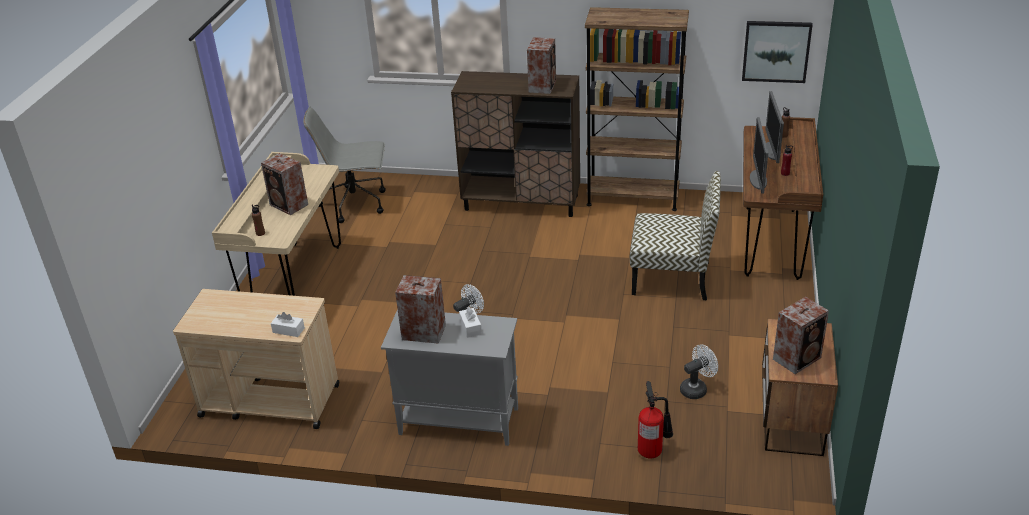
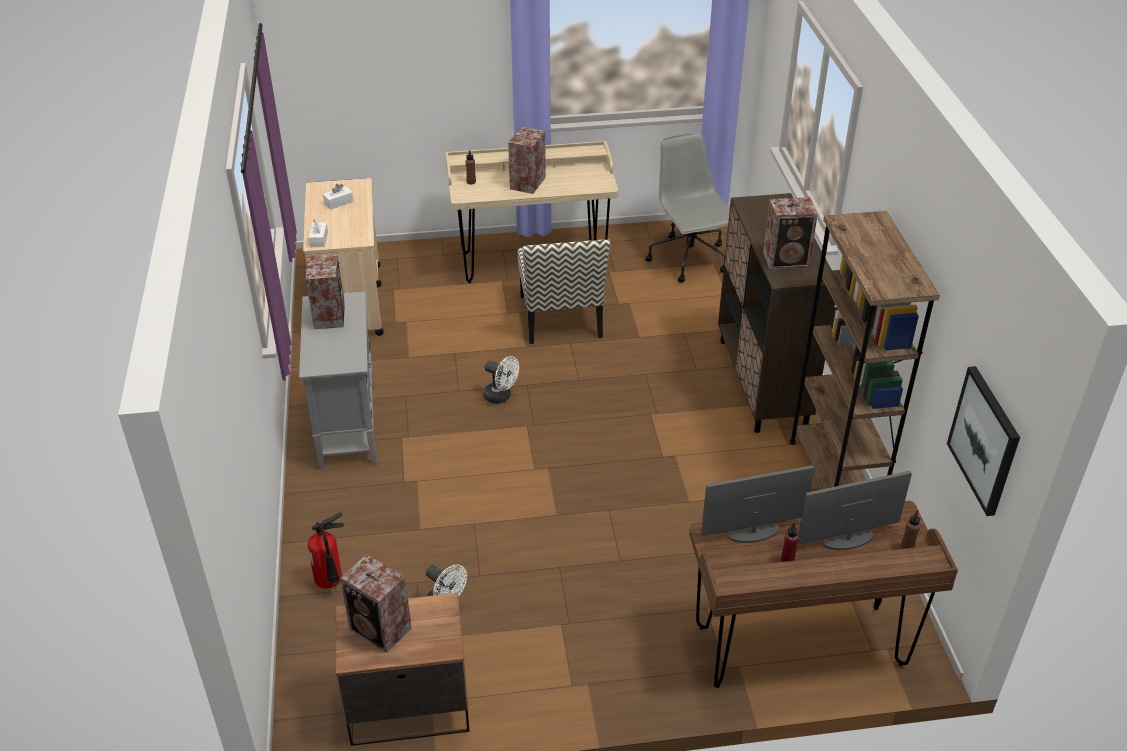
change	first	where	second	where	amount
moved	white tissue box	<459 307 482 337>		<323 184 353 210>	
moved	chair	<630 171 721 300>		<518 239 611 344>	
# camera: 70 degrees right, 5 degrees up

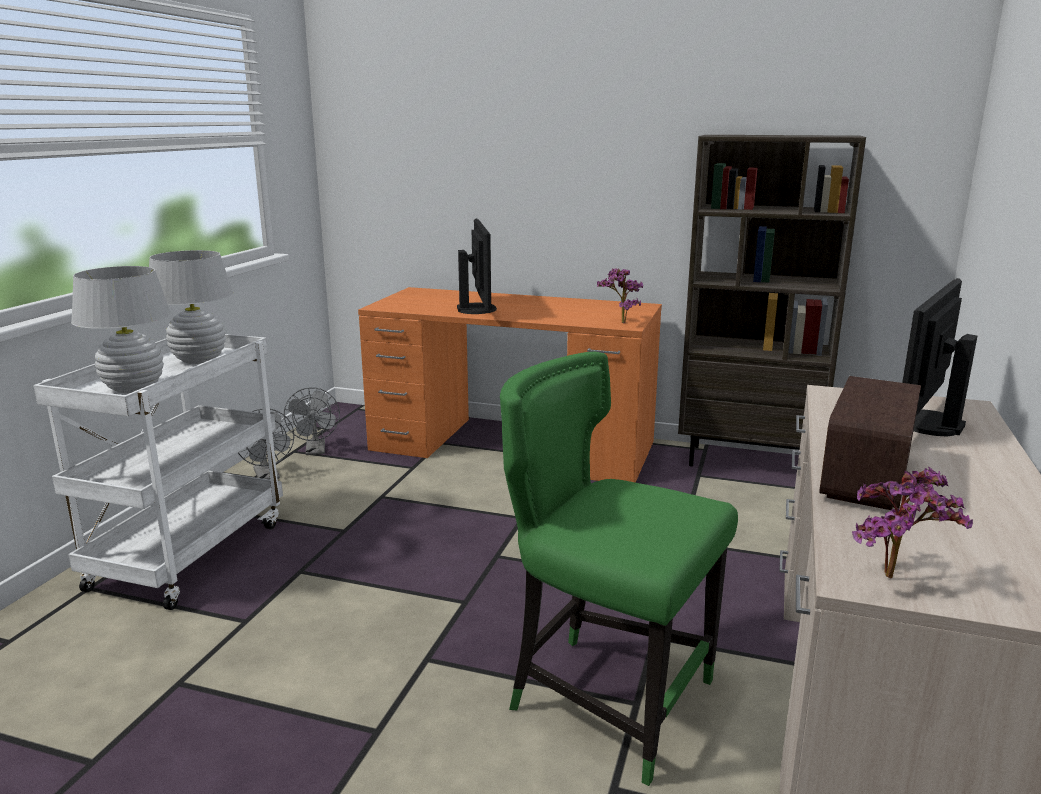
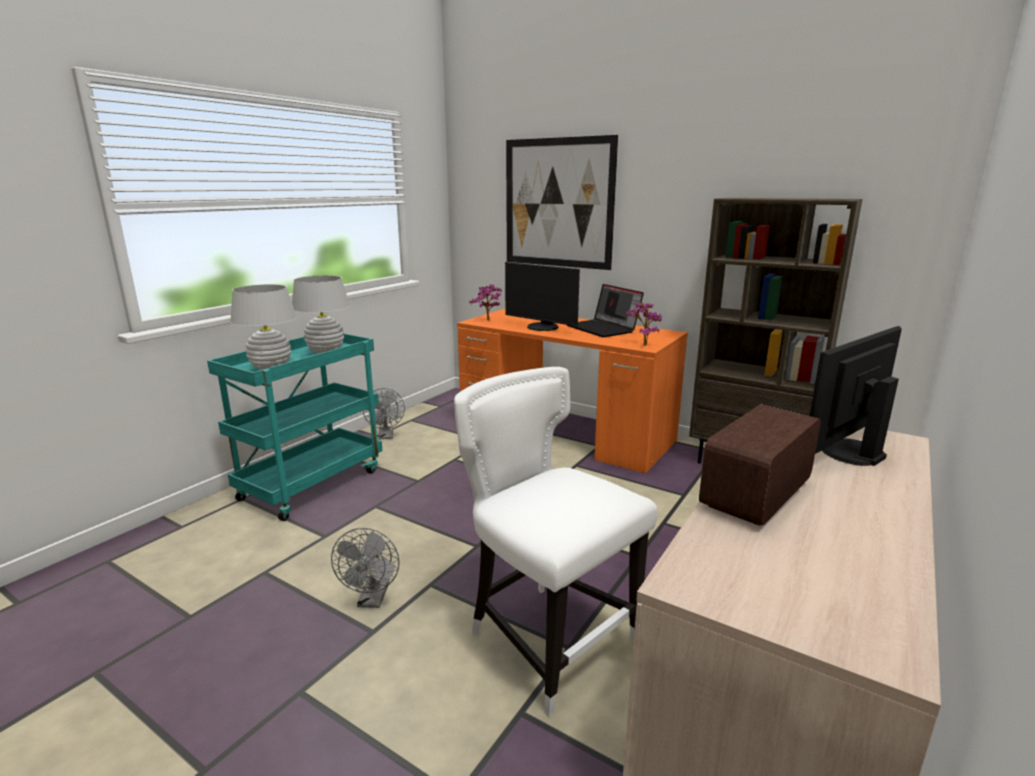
change	first	where	second	where	amount
added			picture	<506 135 618 270>	
added			laptop	<567 284 644 337>	
moved	grey fan	<284 387 340 455>		<331 528 400 608>	
moved	potted plant	<852 467 973 579>		<469 284 502 320>	
recoloured	white cart	<33 334 283 610>	turquoise cart	<207 334 382 521>	
recoloured	green chair	<500 351 738 786>	white chair	<454 367 658 716>	
turned	monitor	<457 219 497 314>		<505 262 580 331>	120 degrees clockwise
# camera: 15 degrees right, 0 degrees up

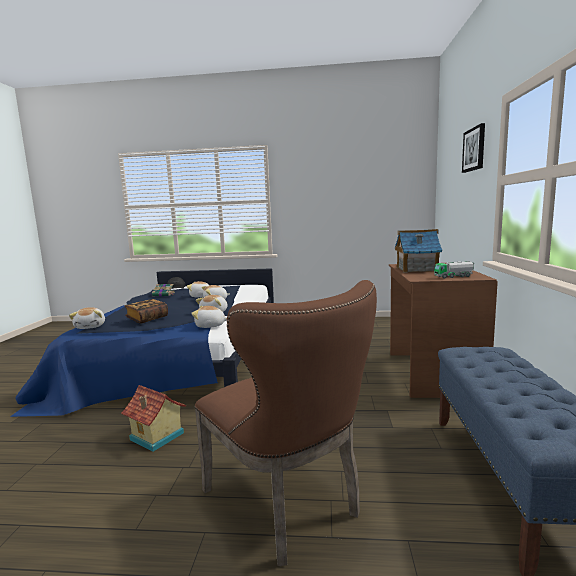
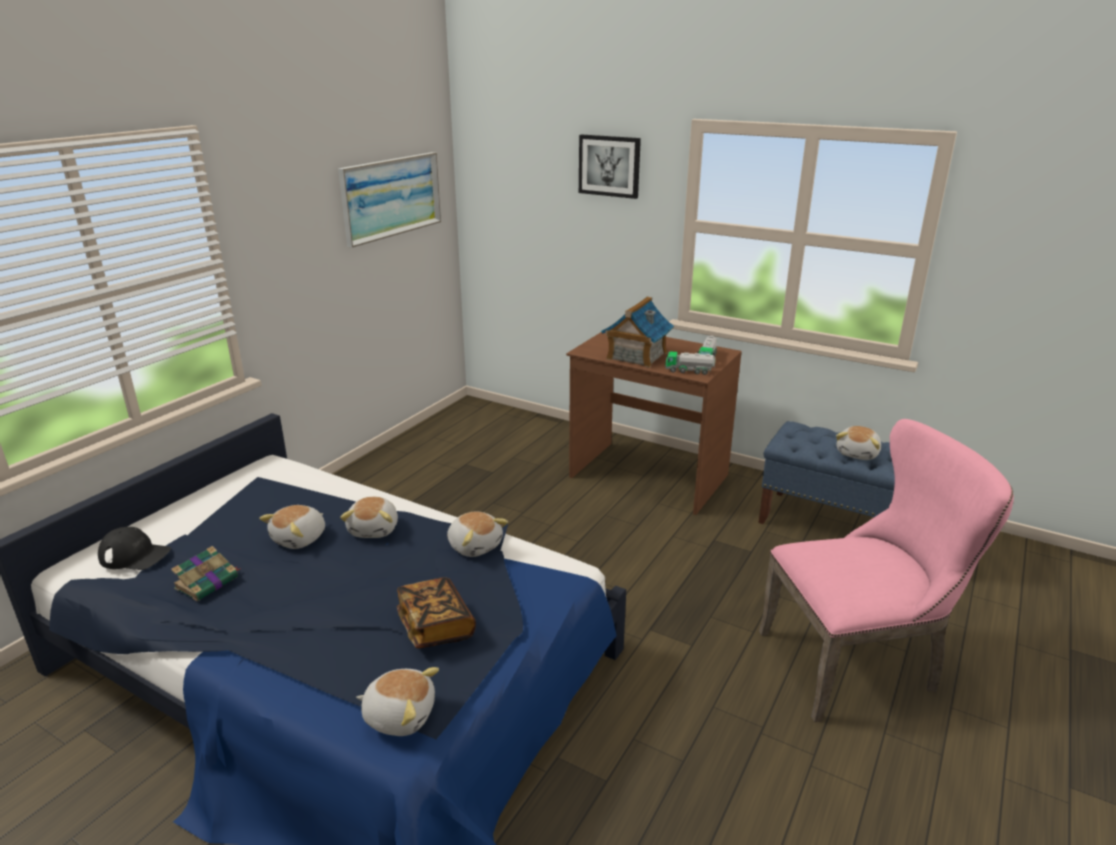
change	first	where	second	where	amount
removed	toy house	<121 385 186 452>			
added			picture	<338 152 441 247>	
added			toy truck	<665 352 716 375>	
moved	plush toy	<191 306 227 328>		<836 426 881 460>	
recoloured	brown chair	<195 280 377 566>	pink chair	<759 419 1014 722>	
# camera: 65 degrees left, 15 degrees up

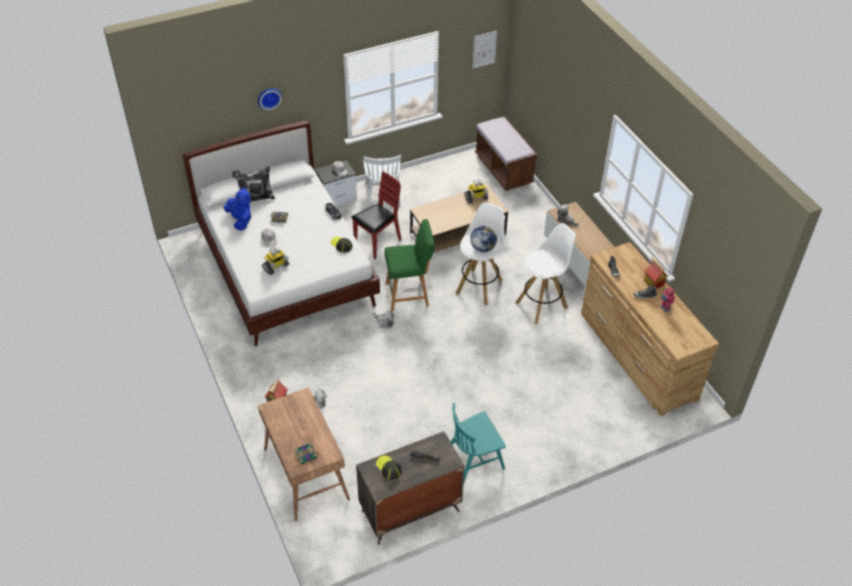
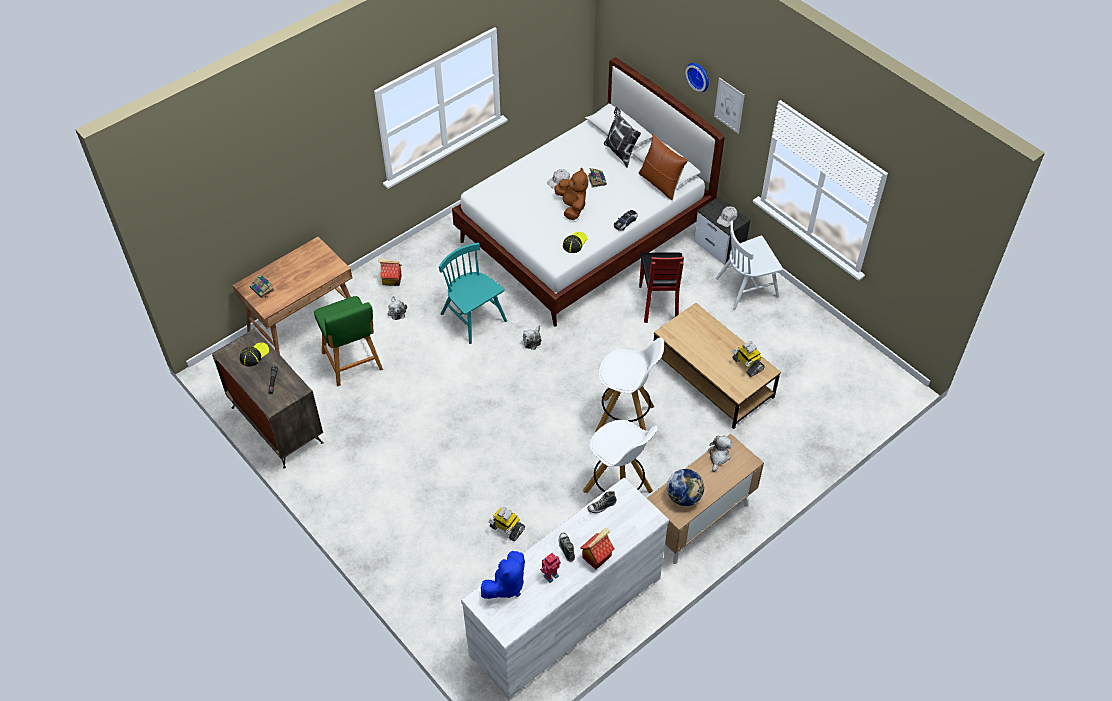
change	first	where	second	where	amount
removed	brown bench	<475 116 537 191>			
added			brown plush toy	<555 167 588 220>	
added			brown pillow	<639 133 688 200>	
moved	blue plush toy	<224 187 252 230>		<481 551 525 599>	
moved	toy robot	<262 246 289 275>		<489 507 525 541>	
moved	green stool	<384 219 435 311>		<314 296 383 386>	
moved	turquoise chair	<451 403 506 484>		<439 243 507 344>	
moved	globe	<470 226 497 252>		<667 469 704 506>	
moved	picture	<473 31 497 69>		<714 78 745 134>	
recoloured	brown dresser	<581 242 719 417>	white dresser	<461 478 669 701>	
turned	red chair	<351 171 402 259>		<639 252 684 323>	60 degrees clockwise
# camera: 75 degrees right, 5 degrees up

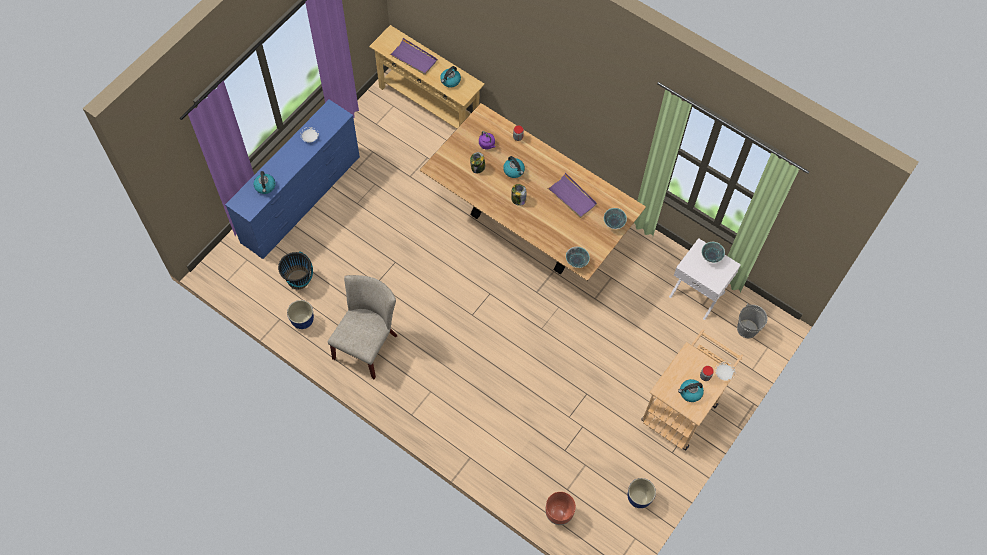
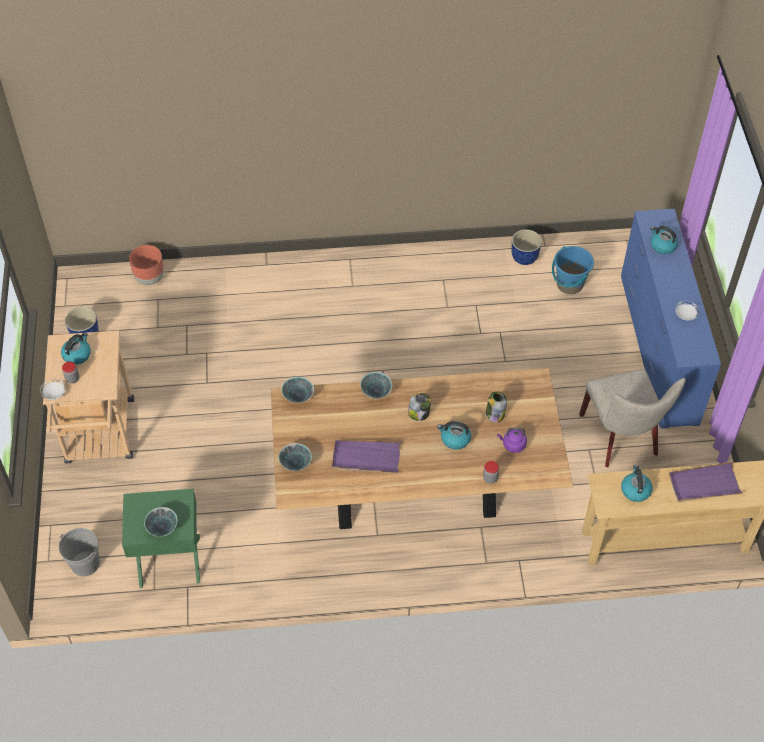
change	first	where	second	where	amount
added			bowl	<360 372 392 399>	
moved	beige chair	<328 275 397 379>		<579 369 686 467>	
recoloured	black bucket	<278 251 313 290>	blue bucket	<552 246 594 294>	
recoloured	white nightstand	<669 238 741 320>	green nightstand	<122 489 200 588>	
# camera: 140 degrees right, 10 degrees down

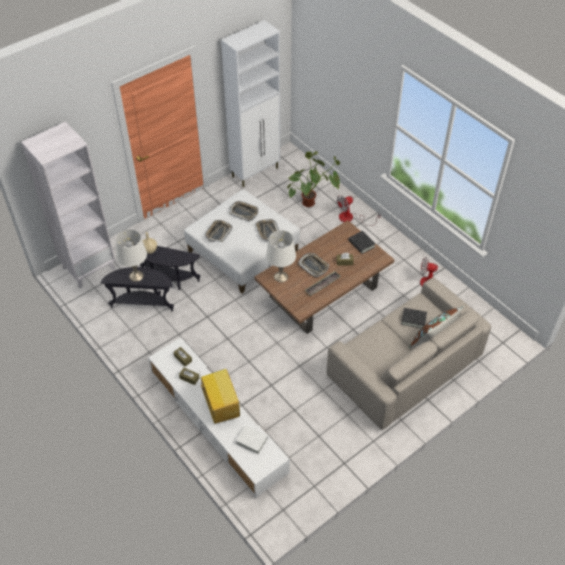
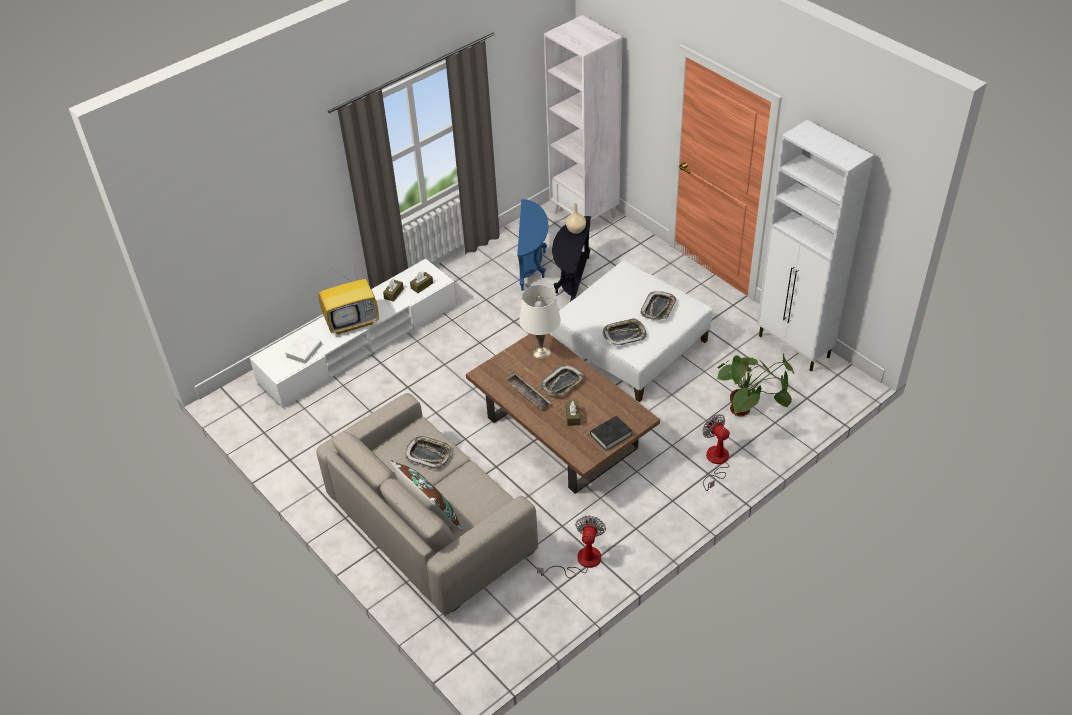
change	first	where	second	where	amount
removed	white table lamp	<116 229 147 282>			
removed	black book	<401 308 427 328>			
moved	tray	<205 220 232 242>		<405 436 452 469>	
recoloured	black side table	<101 267 174 311>	blue side table	<517 199 548 291>	
# camera: 90 degrees right, 5 degrees down

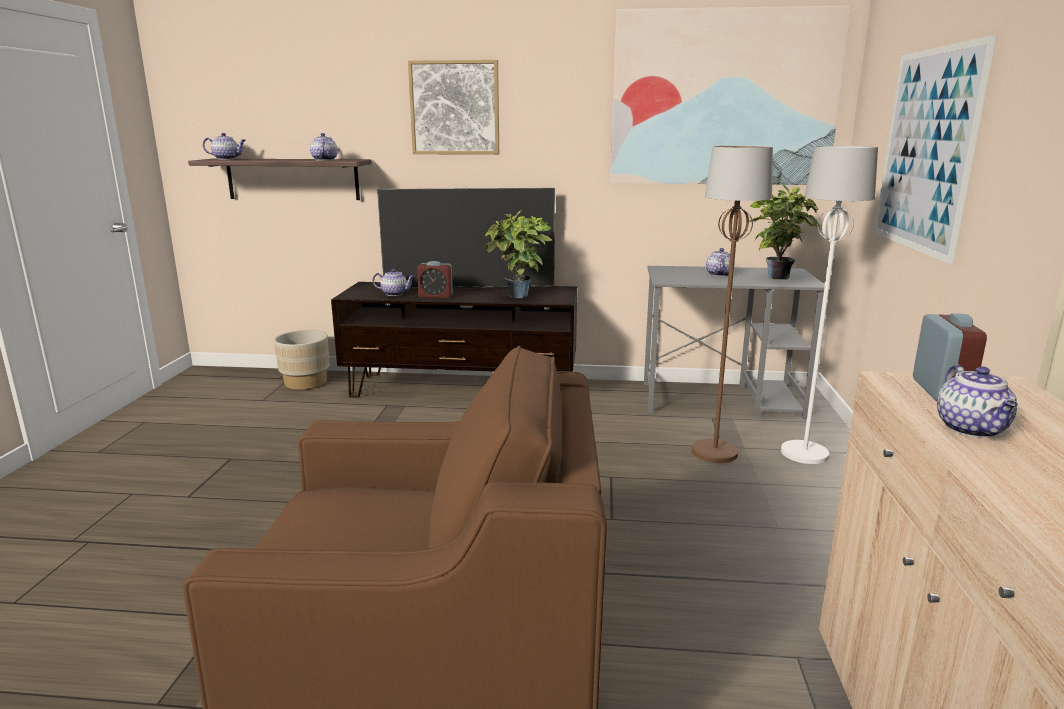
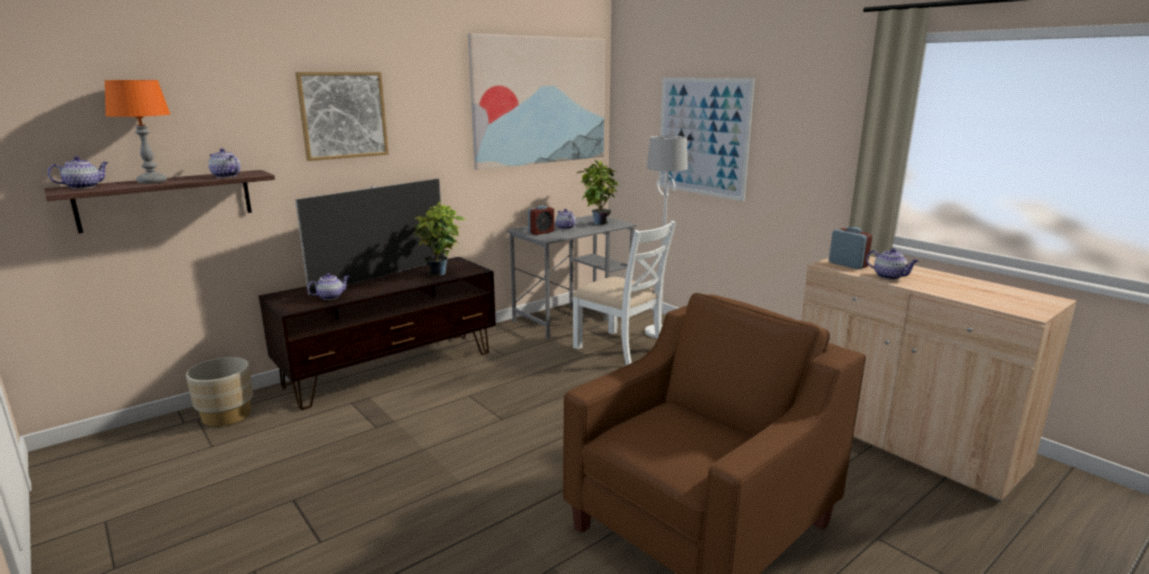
change	first	where	second	where	amount
added			orange table lamp	<104 80 170 184>	
moved	alarm clock	<417 261 453 298>		<528 205 554 235>	
replaced	brown floor lamp	<692 146 773 463>	white chair	<572 220 676 365>	
# camera: 45 degrees left, 0 degrees up

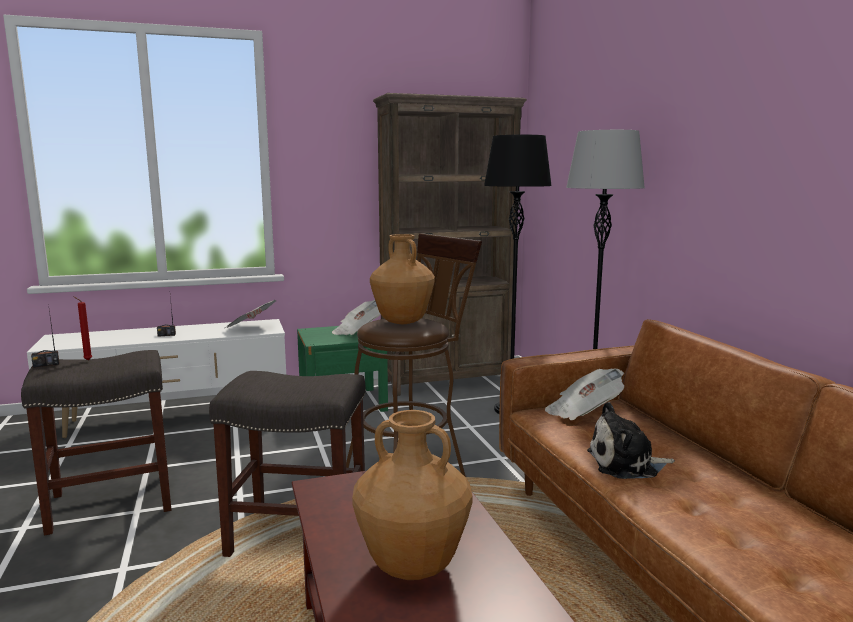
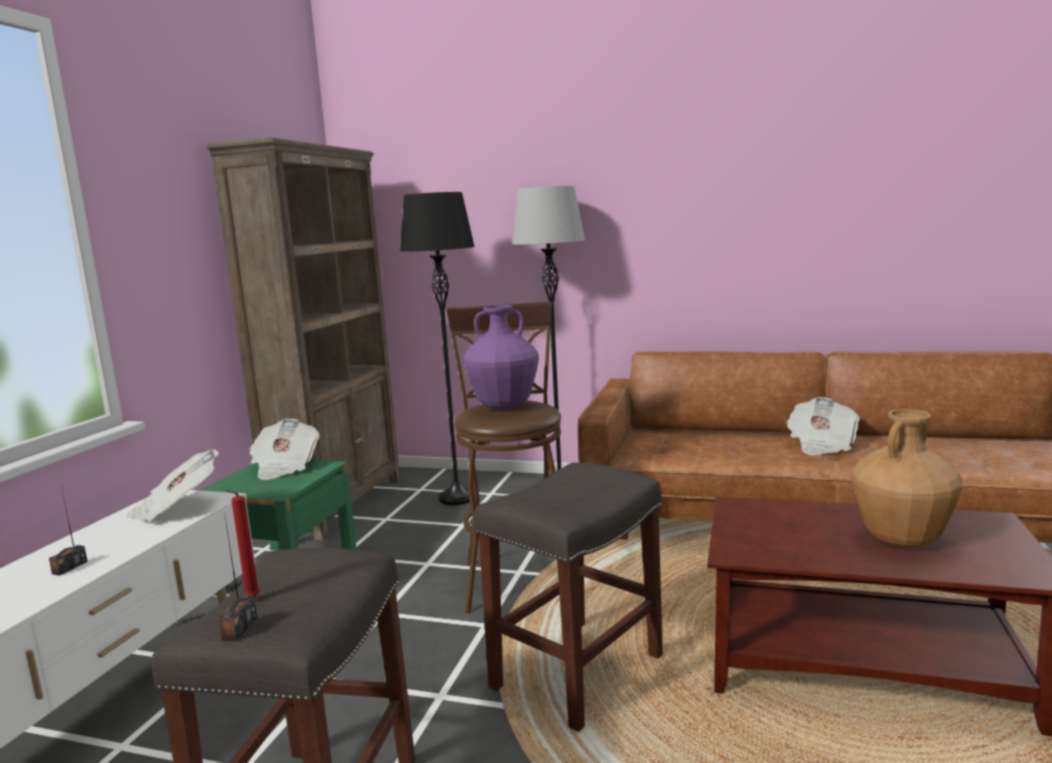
change	first	where	second	where	amount
removed	plush toy	<587 402 675 479>			
moved	newspaper	<545 369 624 420>		<786 397 860 455>	
recoloured	brown vase	<370 234 435 324>	purple vase	<464 305 539 410>	
# camera: 55 degrees left, 0 degrees up

